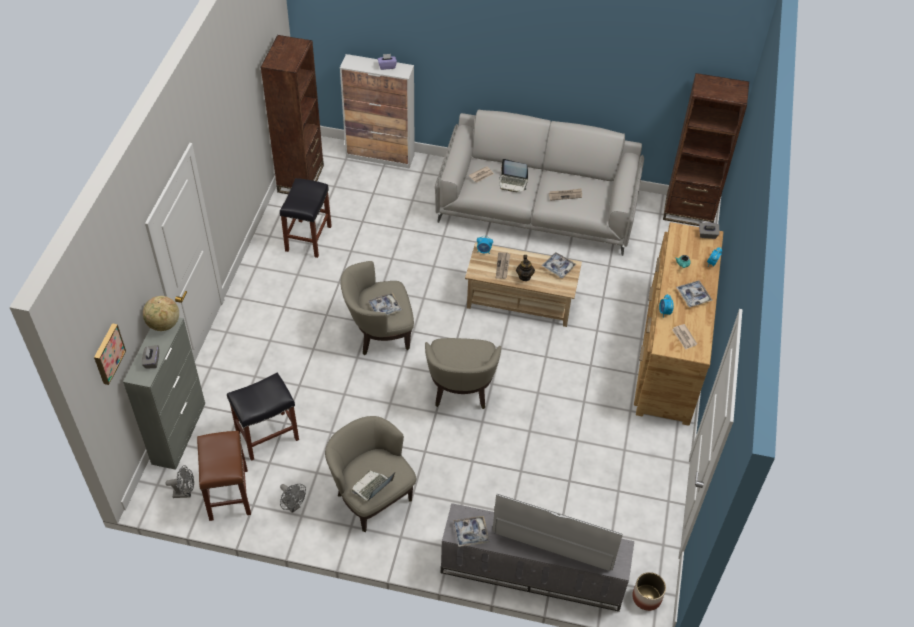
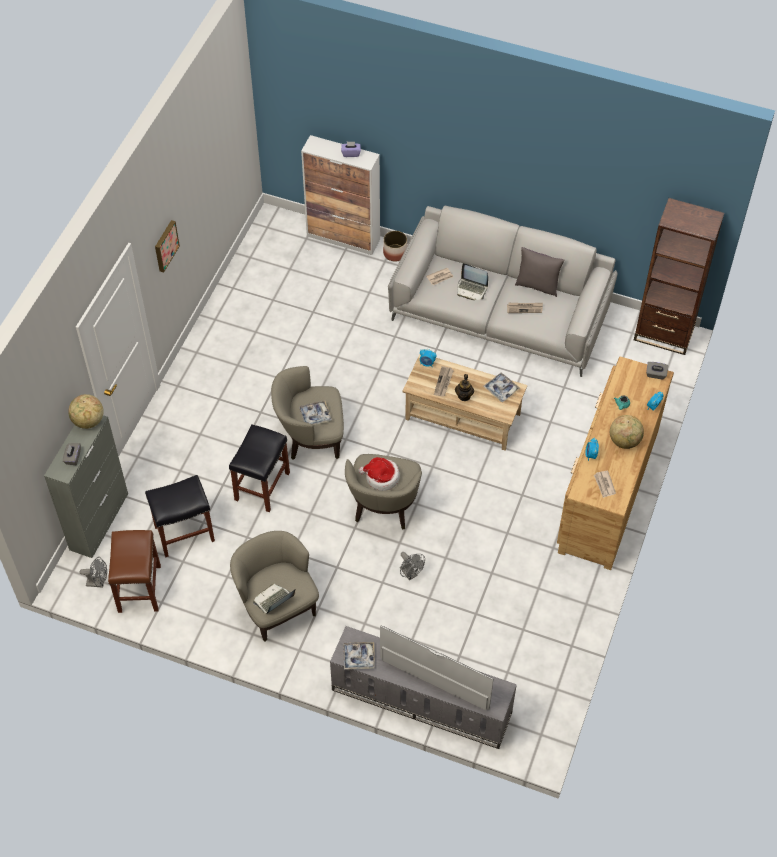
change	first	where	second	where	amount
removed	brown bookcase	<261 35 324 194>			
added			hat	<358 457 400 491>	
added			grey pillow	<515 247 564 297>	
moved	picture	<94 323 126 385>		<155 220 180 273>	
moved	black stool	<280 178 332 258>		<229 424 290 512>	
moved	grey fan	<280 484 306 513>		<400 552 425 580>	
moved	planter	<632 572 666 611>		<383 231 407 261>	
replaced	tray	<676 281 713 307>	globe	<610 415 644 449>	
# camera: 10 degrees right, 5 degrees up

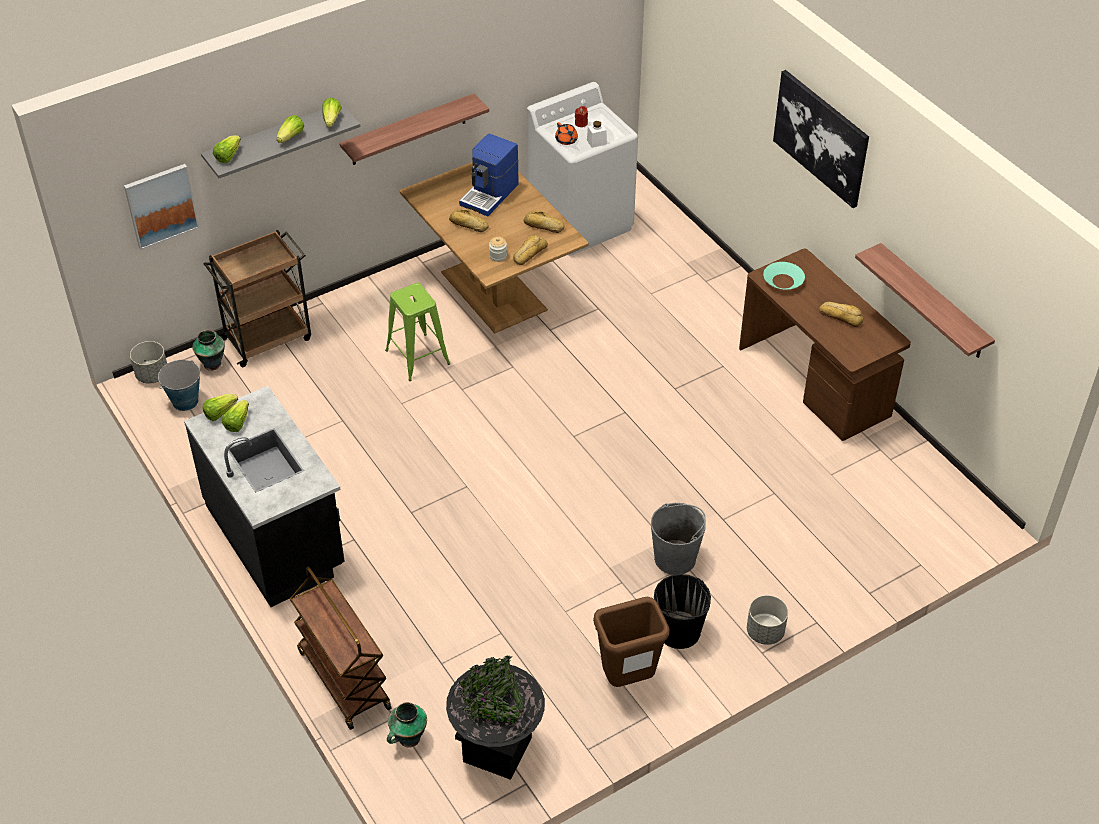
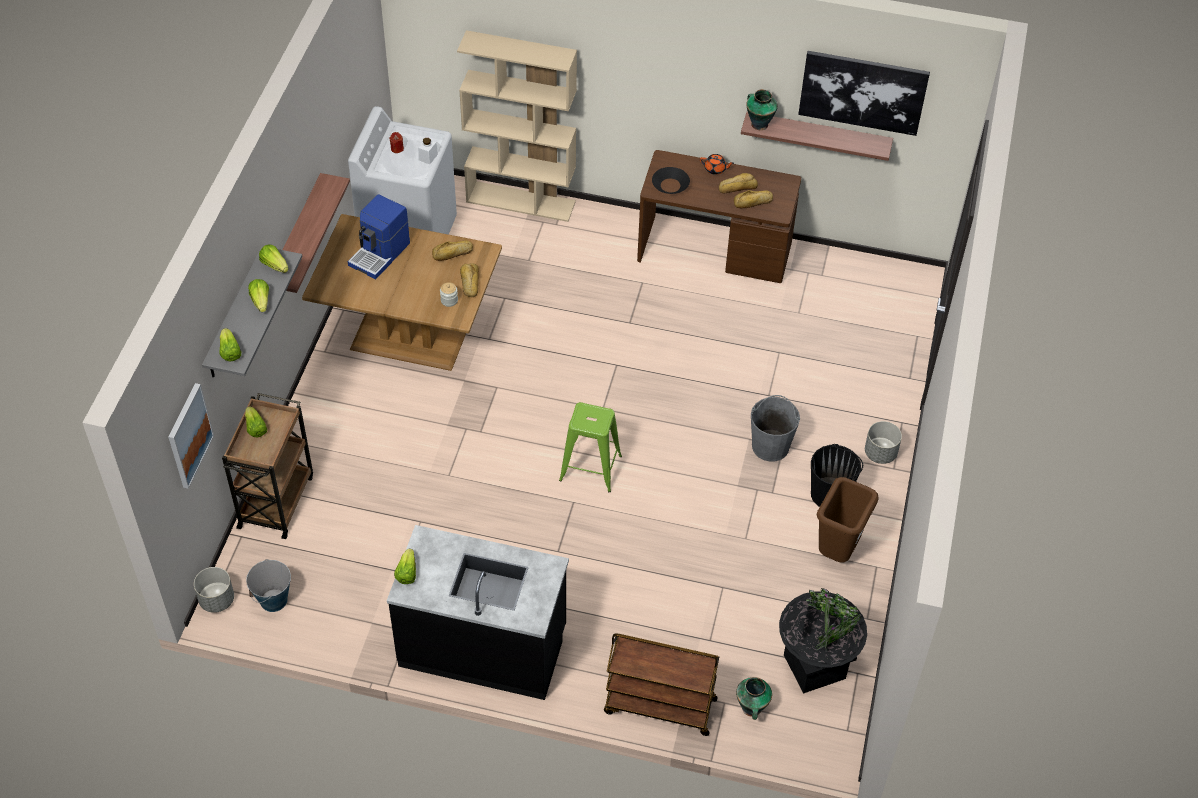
change	first	where	second	where	amount
added			beige bookcase	<457 30 577 222>	
moved	vase	<192 330 225 371>		<746 89 778 130>	
moved	lettuce	<222 400 249 432>		<245 406 267 437>	
moved	green stool	<385 283 450 381>		<559 402 622 492>	
moved	bread	<449 209 489 232>		<734 190 773 208>	
moved	orange teapot	<555 122 578 145>		<700 154 734 175>	
moved	picture	<773 70 869 208>		<798 51 930 136>	
recoloured	turquoise bowl	<763 262 805 289>	black bowl	<652 167 690 194>	
turned	coffee machine	<459 134 519 216>		<348 194 410 280>	45 degrees clockwise
# camera: 45 degrees left, 5 degrees up

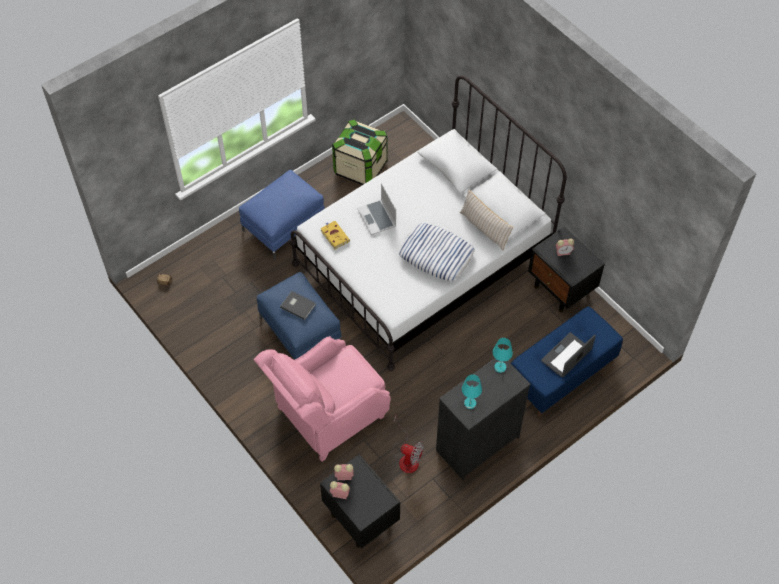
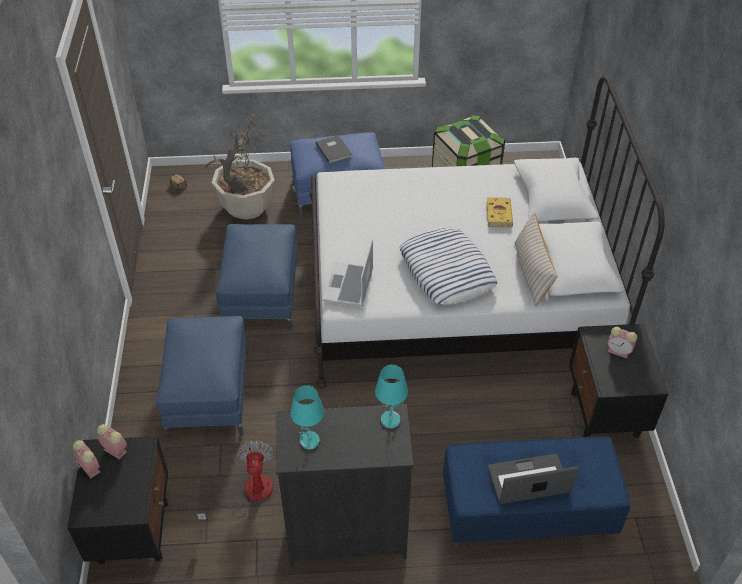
change	first	where	second	where	amount
added			potted plant	<205 114 275 220>	
moved	grey book	<280 291 316 320>		<316 135 352 164>	
moved	yellow book	<320 221 350 249>		<486 197 513 228>	
moved	laptop	<357 183 396 235>		<323 239 373 307>	
replaced	pink armchair	<253 336 391 462>	blue ottoman	<156 316 248 439>	
turned	fan	<393 416 424 473>		<197 441 274 521>	150 degrees counterclockwise
# camera: 35 degrees right, 10 degrees down

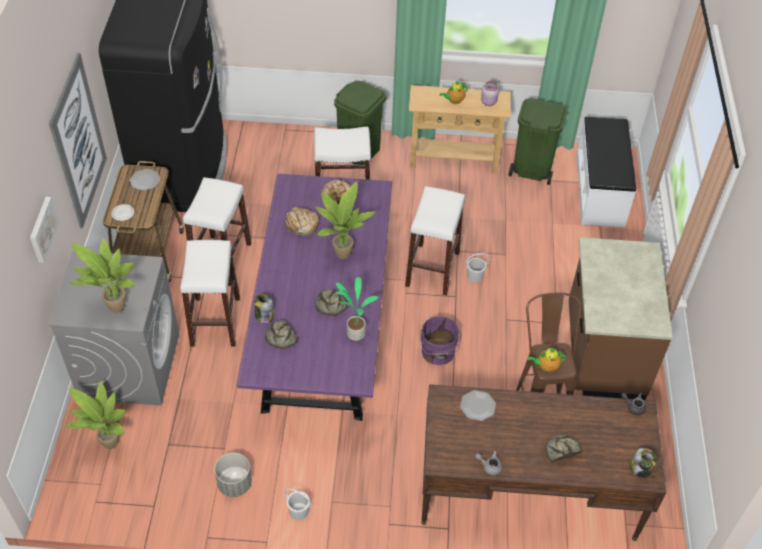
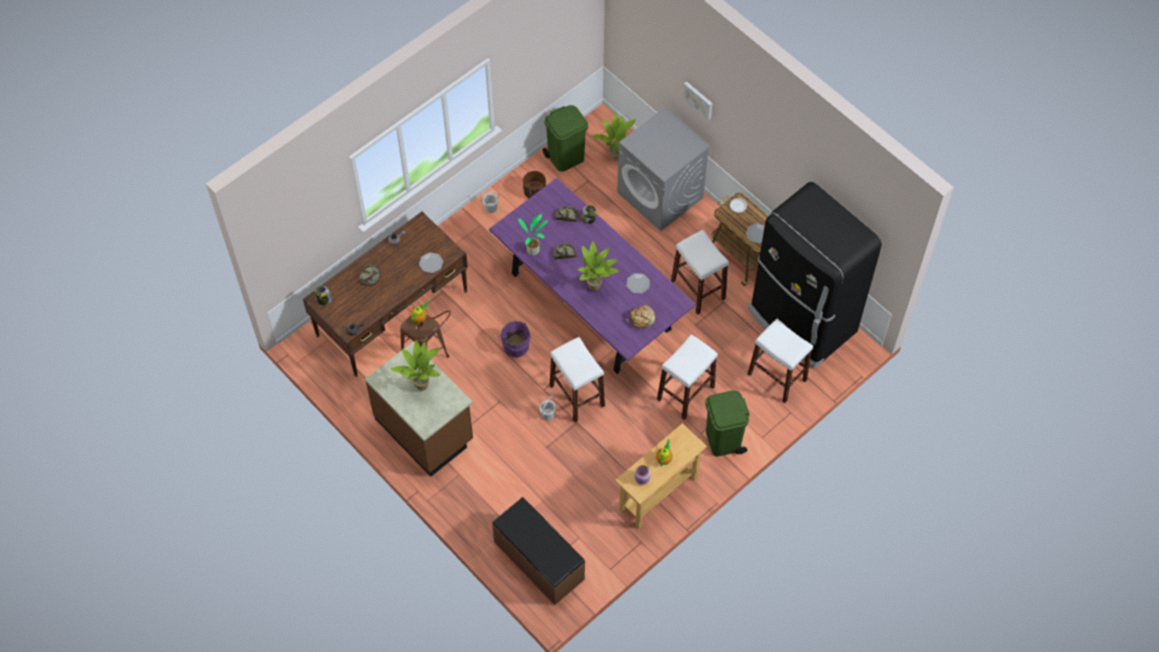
change	first	where	second	where	amount
removed	picture	<49 53 107 228>			
moved	potted plant	<70 238 135 312>		<390 340 440 391>	
moved	white stool	<180 240 240 347>		<747 319 813 403>	
moved	green trash can	<509 98 567 185>		<543 105 588 172>	
replaced	bread	<285 207 319 236>	plate	<626 273 650 294>	
recoloured	grey planter	<214 453 252 497>	brown planter	<523 171 546 198>	
recoloured	white bench	<576 117 636 228>	brown bench	<492 497 585 605>	
# camera: 135 degrees right, 10 degrees up

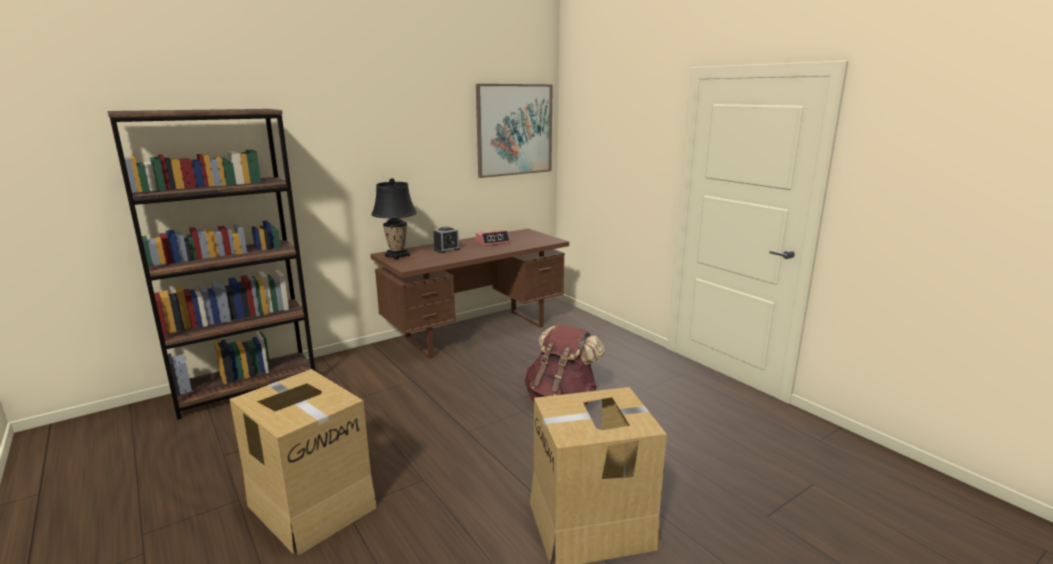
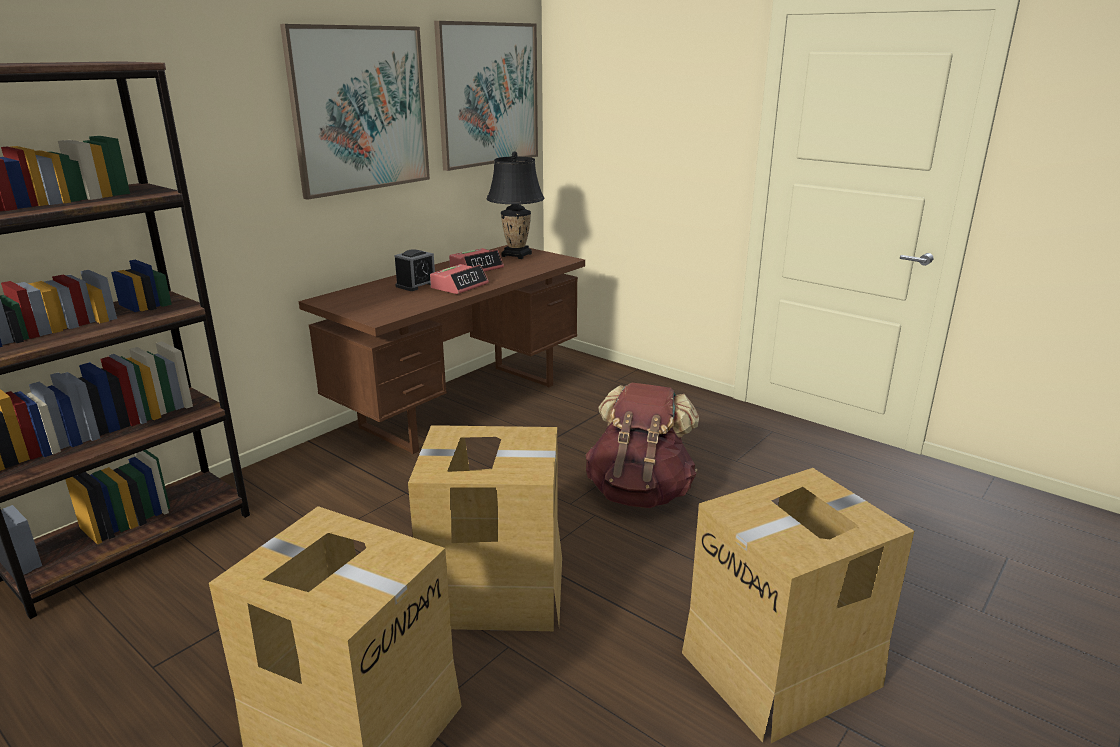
change	first	where	second	where	amount
added			picture	<280 24 430 200>	
added			cardboard box	<408 425 562 631>	
added			alarm clock	<430 264 489 294>	
moved	black table lamp	<371 178 417 260>		<487 152 544 259>	
# camera: 15 degrees left, 5 degrees up

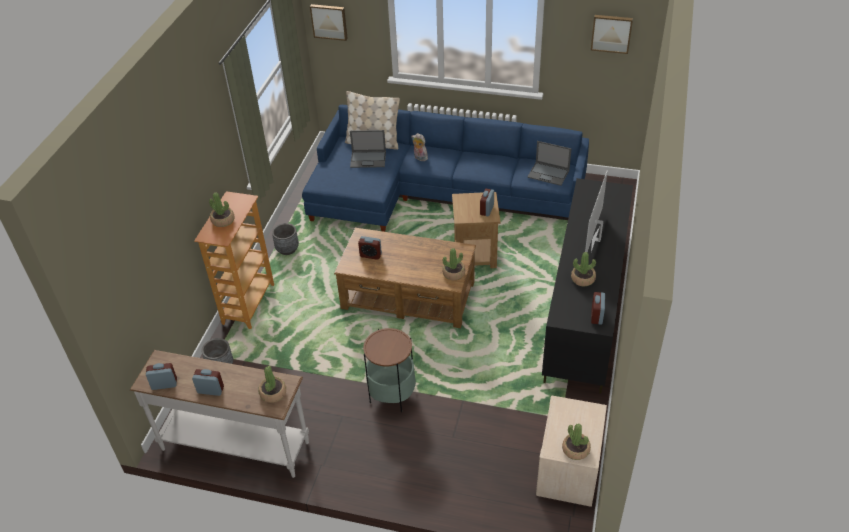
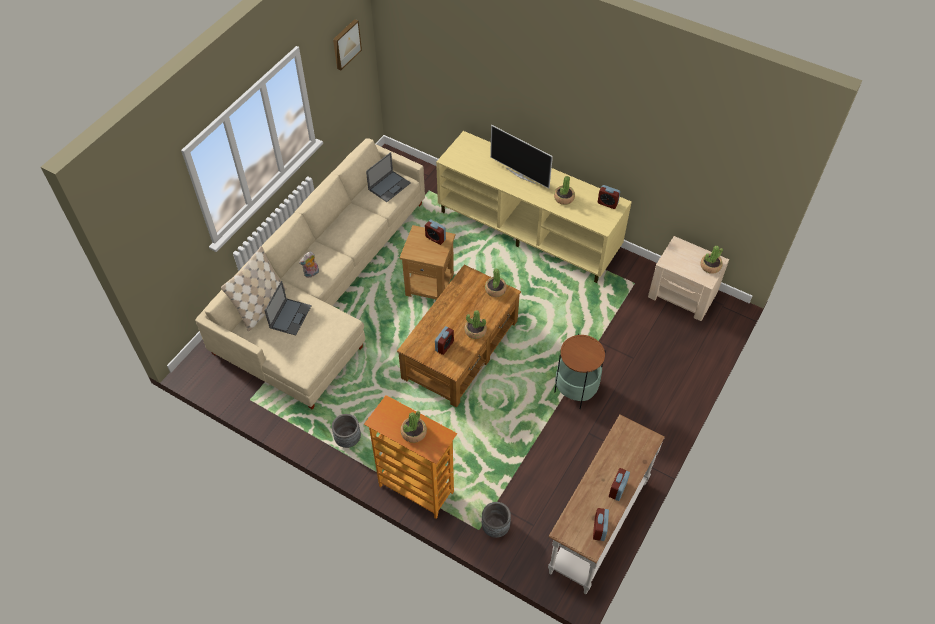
change	first	where	second	where	amount
removed	picture	<310 4 348 41>			
moved	potted plant	<258 366 286 403>		<465 310 487 339>	
recoloured	blue sofa	<302 105 589 232>	beige sofa	<195 138 425 409>	
recoloured	black tv stand	<542 178 633 393>	beige tv stand	<436 131 632 283>	
# camera: 75 degrees left, 10 degrees up

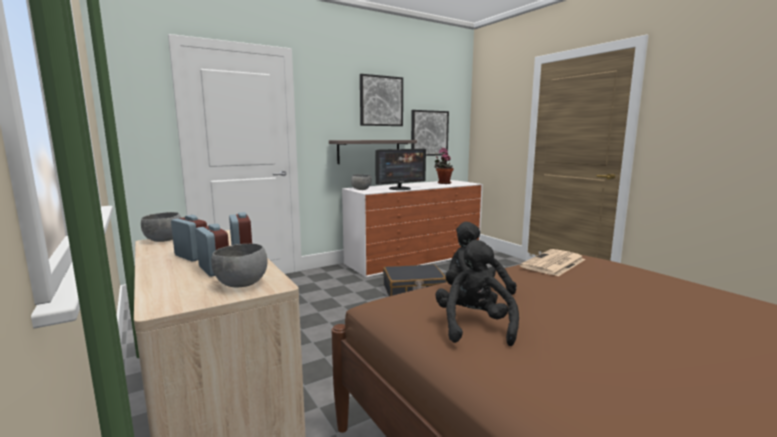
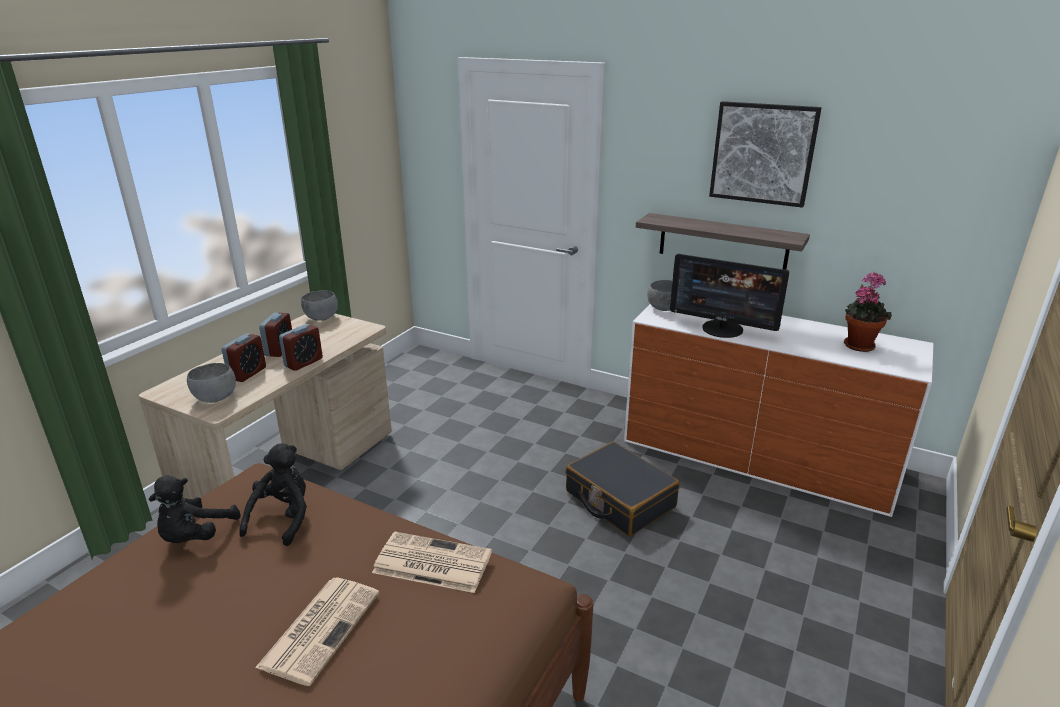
change	first	where	second	where	amount
removed	picture	<411 110 449 156>			
added			newspaper	<255 577 379 686>	
turned	black plush toy	<435 240 519 346>		<149 475 241 543>	135 degrees clockwise
# camera: 60 degrees right, 15 degrees up

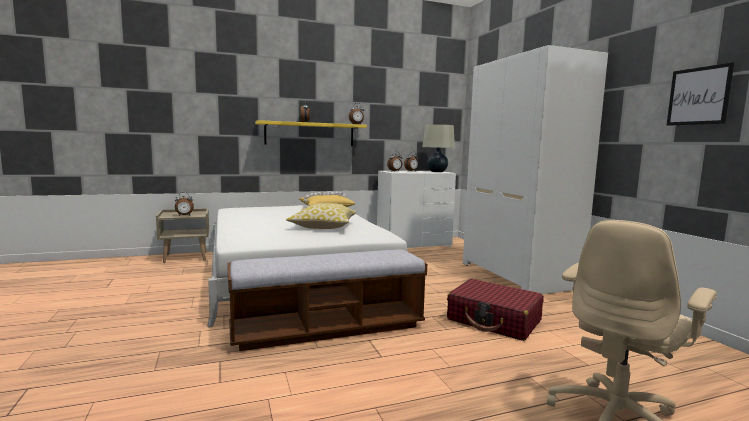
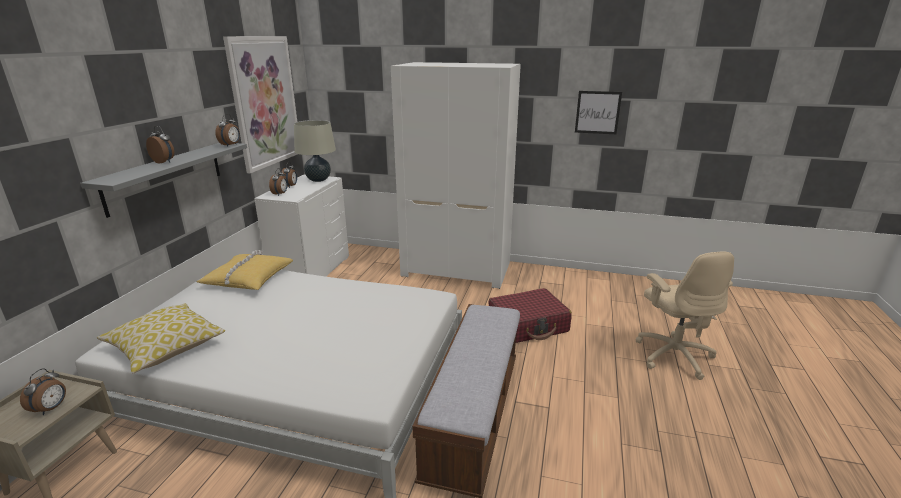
change	first	where	second	where	amount
added			picture	<223 36 297 173>	
moved	pillow	<286 203 356 229>		<97 303 225 373>	
recoloured	yellow shelf	<255 120 367 146>	grey shelf	<80 143 247 218>	
# camera: 55 degrees left, 15 degrees up

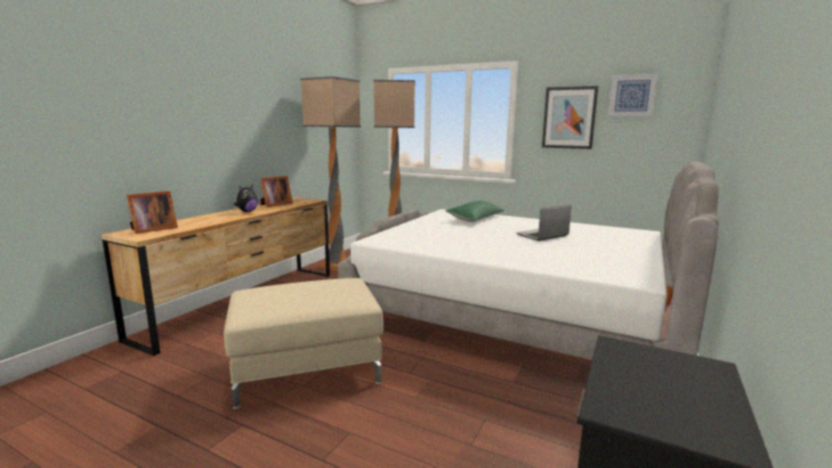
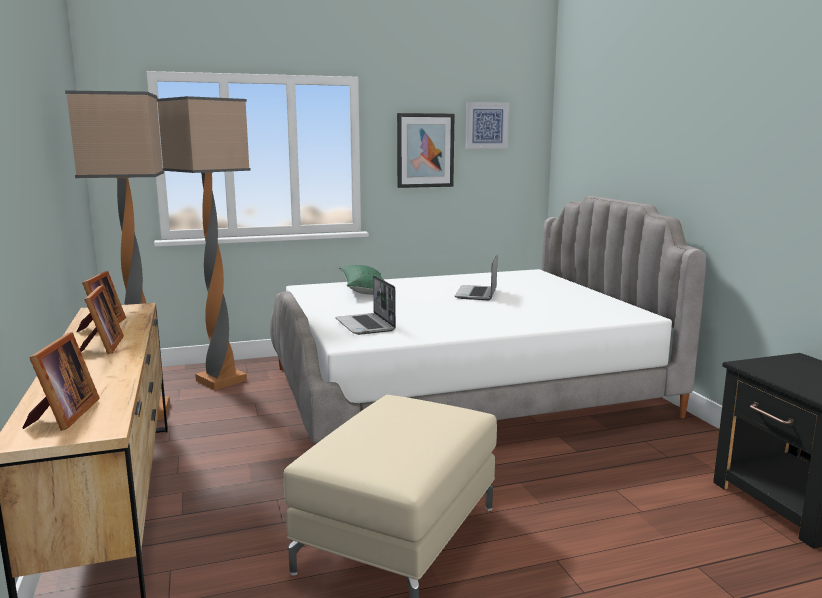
change	first	where	second	where	amount
added			laptop	<335 275 396 335>	
replaced	plush toy	<234 185 258 212>	picture frame	<80 285 124 354>	
# camera: 45 degrees left, 0 degrees up

